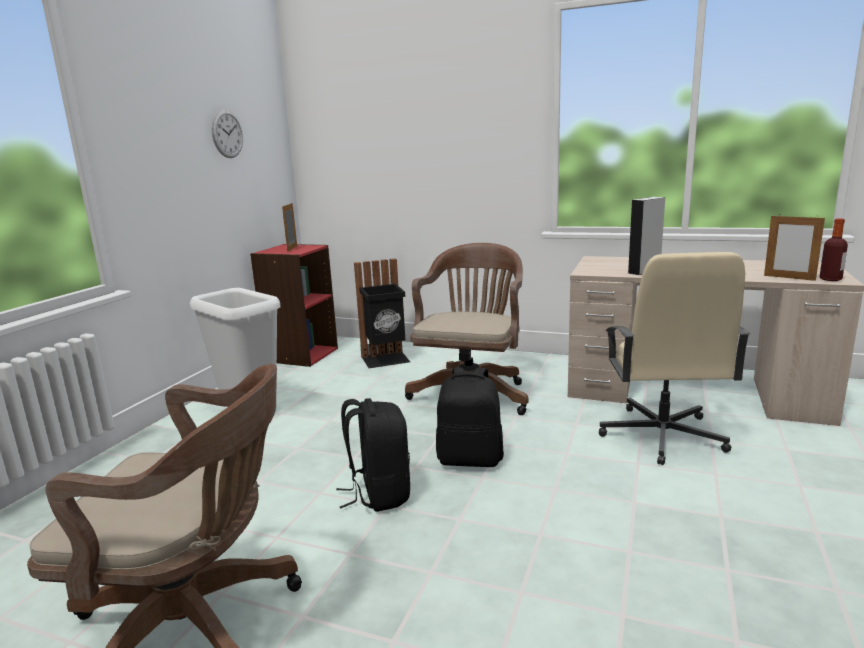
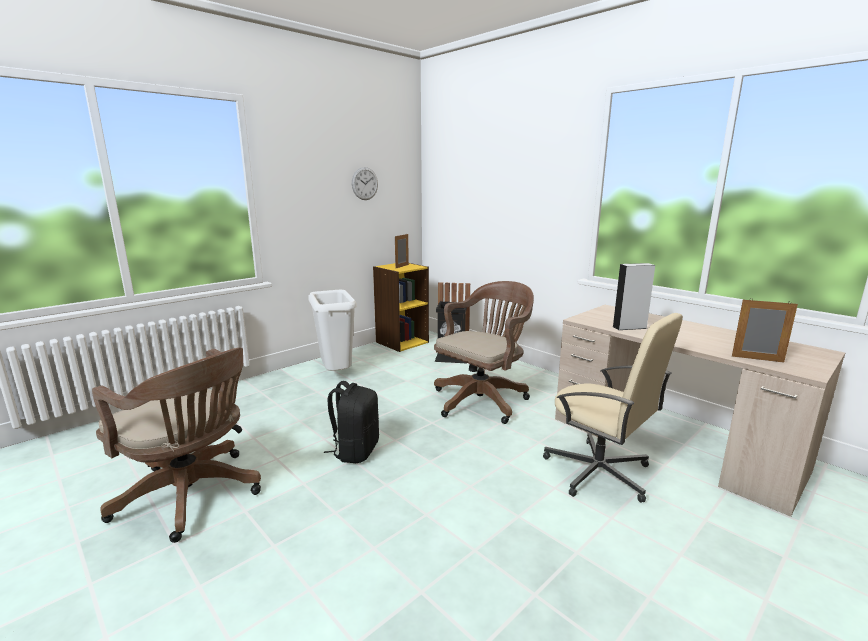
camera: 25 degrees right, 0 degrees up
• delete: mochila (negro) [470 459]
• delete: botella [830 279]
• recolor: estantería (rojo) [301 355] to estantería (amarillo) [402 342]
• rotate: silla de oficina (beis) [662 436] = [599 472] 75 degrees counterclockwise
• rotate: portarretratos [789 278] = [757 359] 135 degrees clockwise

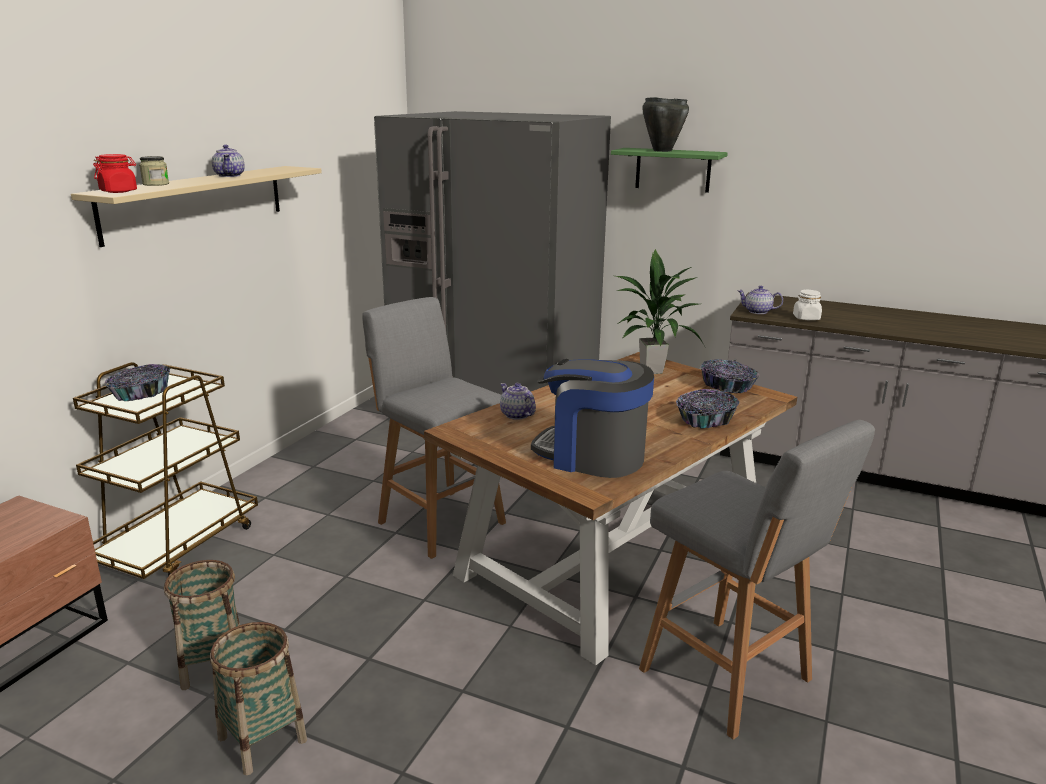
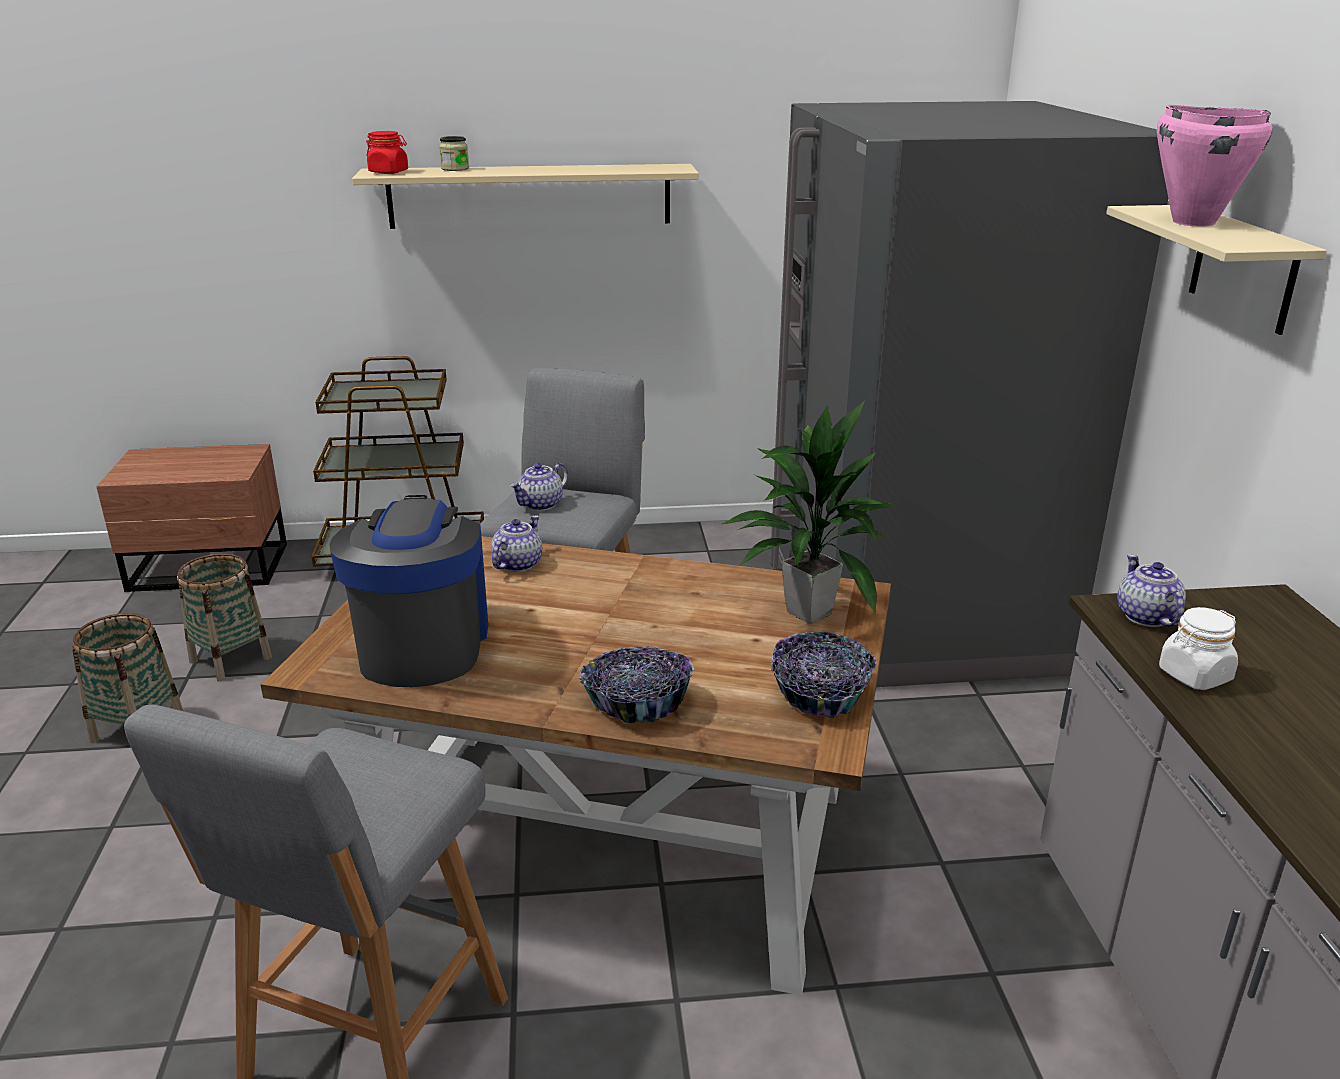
camera: 60 degrees right, 5 degrees up
• delete: cuenco [141 393]
• move: tetera [230 176] to [541 504]
• recolor: estante (verde) [673 170] to estante (beis) [1243 269]
• recolor: olla (negro) [661 150] to olla (rosa) [1192 222]

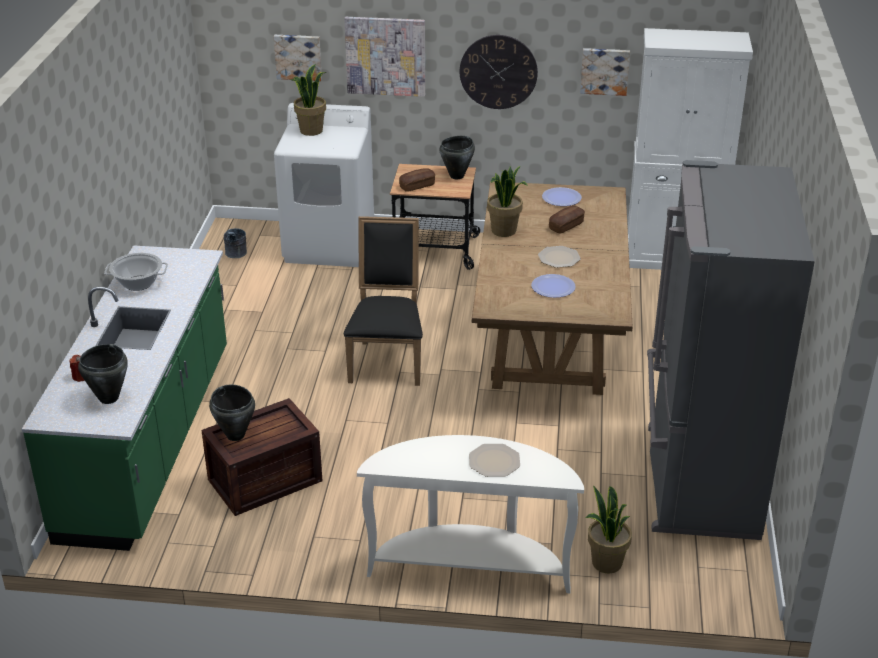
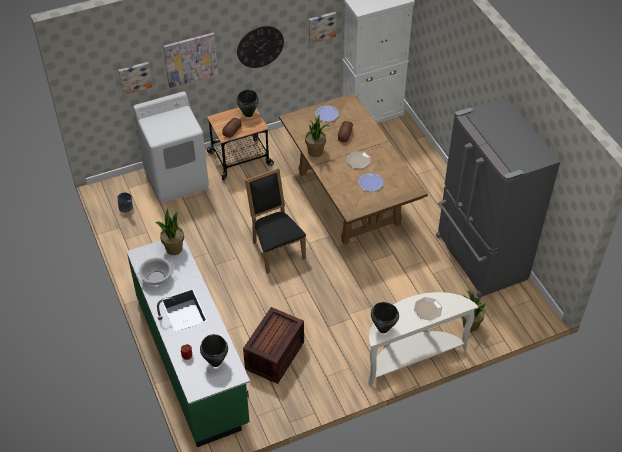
camera: 30 degrees left, 15 degrees up
• move: olla (negro) [235 435] to [383 328]
• move: planta en maceta [311 130] to [173 248]

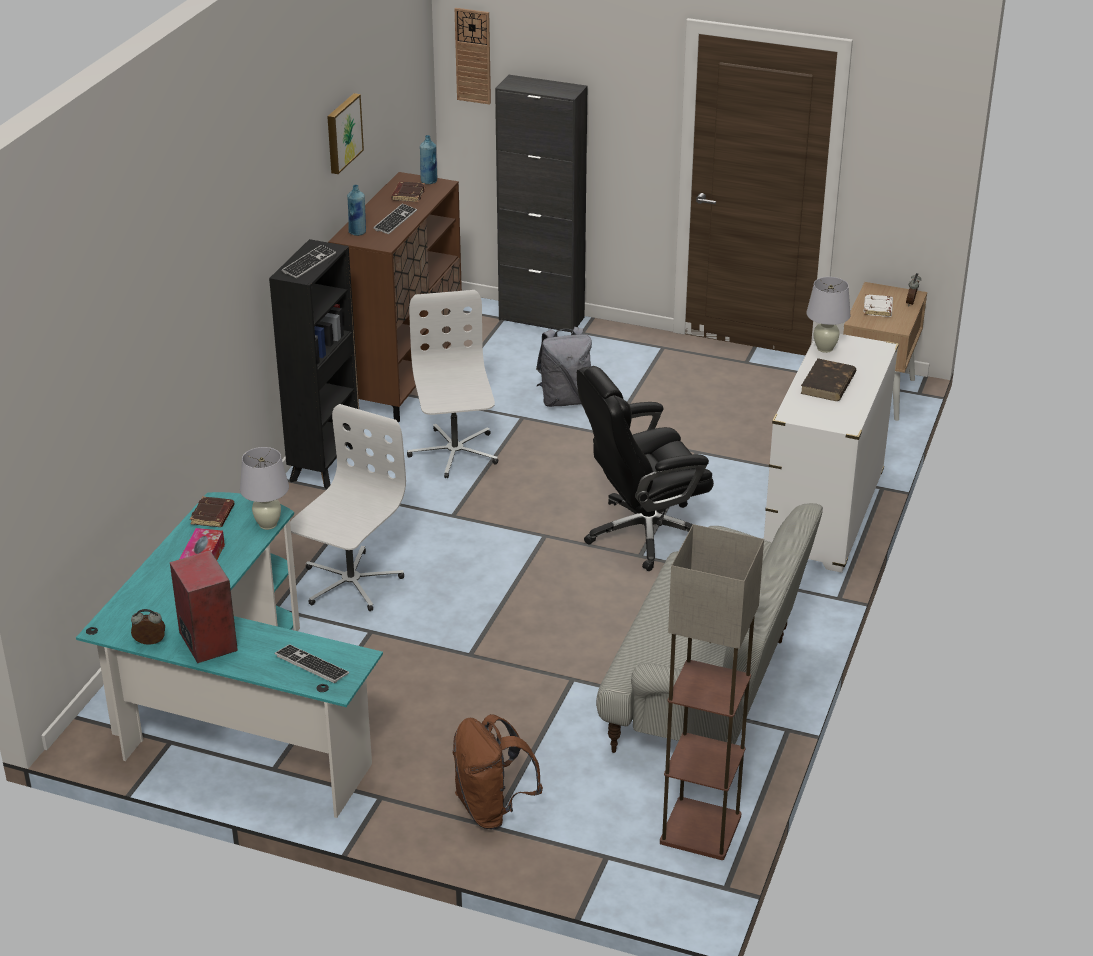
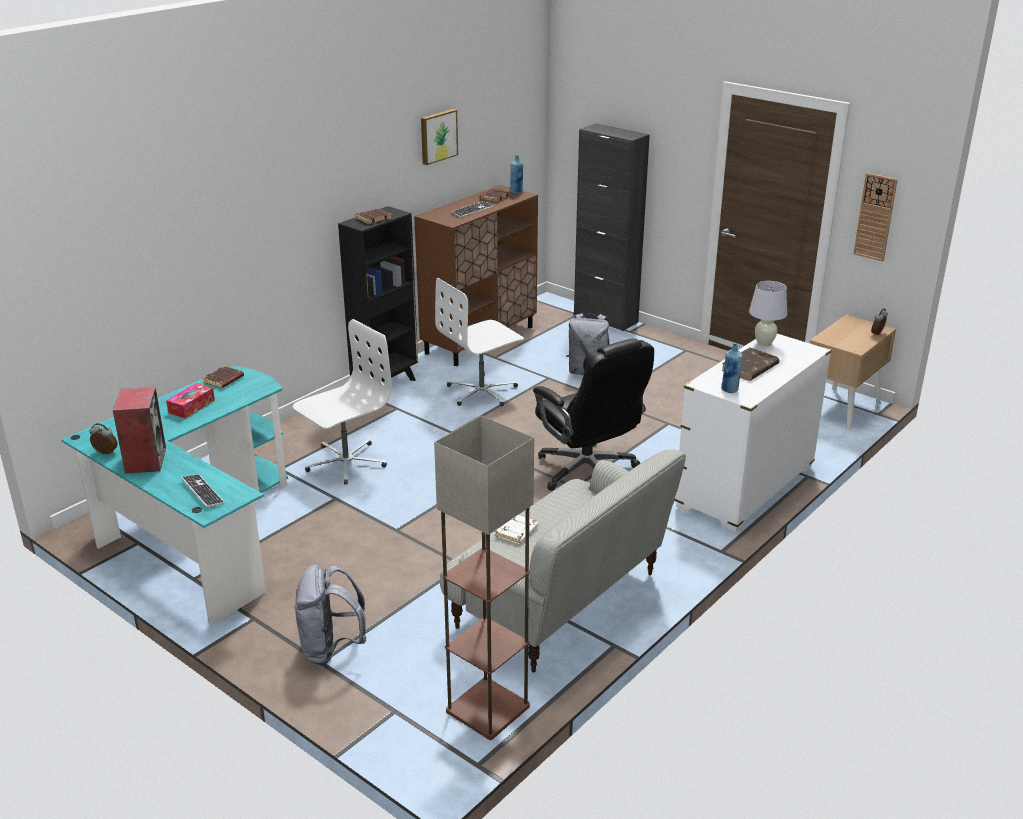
camera: 20 degrees right, 5 degrees down
• delete: lámpara de mesa (blanco) [268 524]
• move: botella (azul) [357 232] to [730 390]
• move: reloj de pared [473 56] to [875 217]
• move: libro (blanco) [878 309] to [517 532]
• replace: teclado [309 263] to libro (marrón) [373 218]
• recolor: mochila (marrón) [492 809] to mochila (gris) [331 649]
• rotate: silla de oficina (blanco) [454 452] = [482 392] 135 degrees counterclockwise
• rotate: silla de oficina (negro) [643 533] = [588 472] 120 degrees counterclockwise

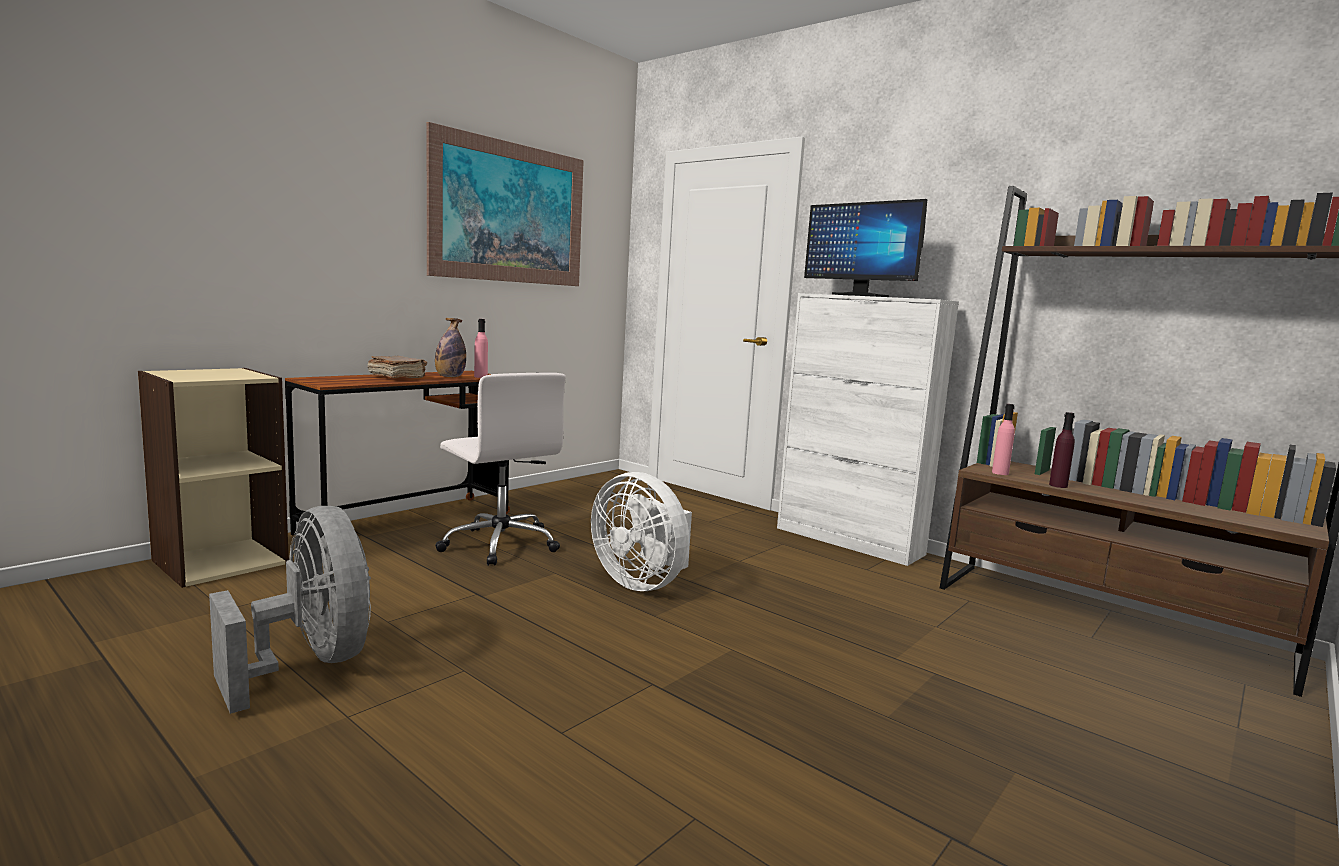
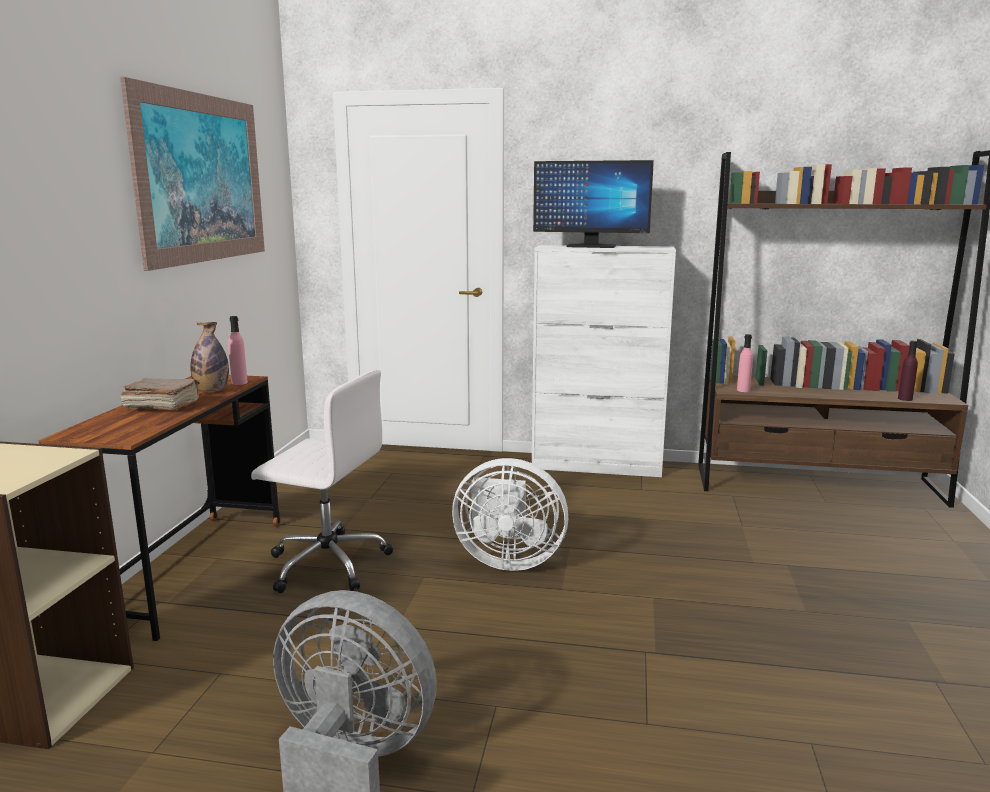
camera: 30 degrees left, 5 degrees up
• move: botella (morado) [1058 485] to [905 399]

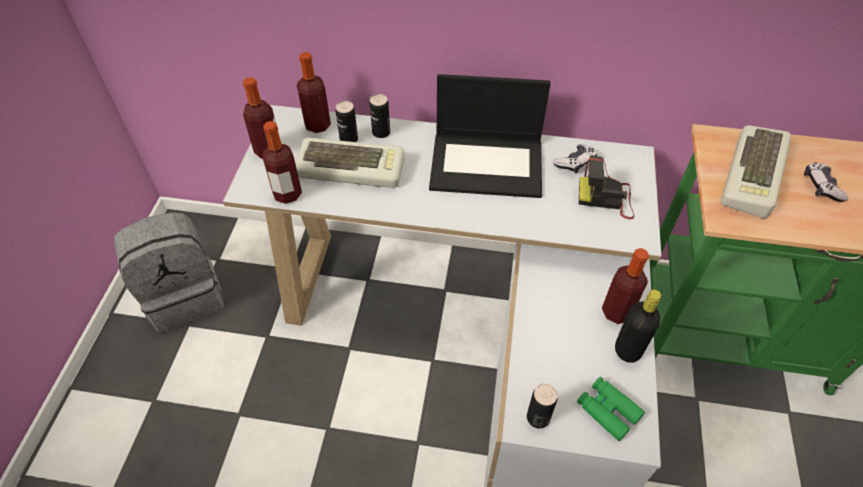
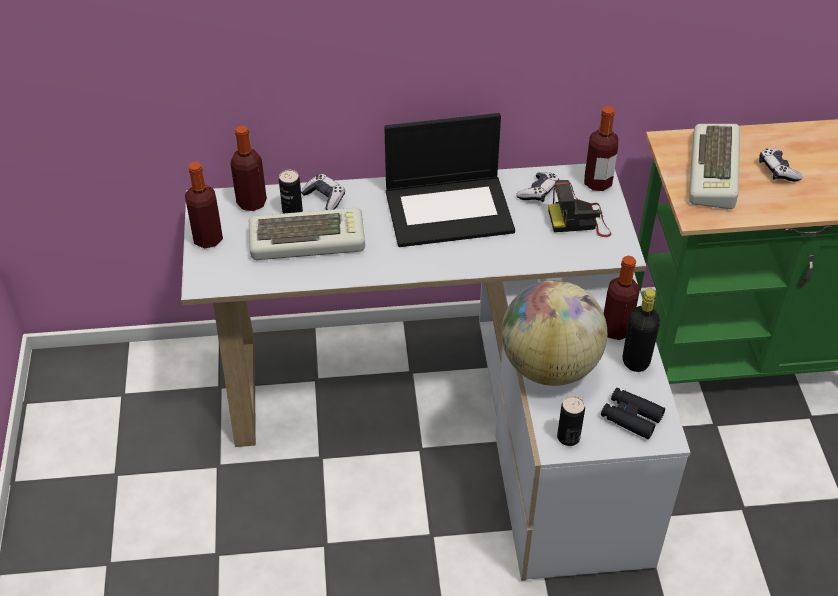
camera: 15 degrees left, 5 degrees down
• delete: mochila (gris) [185 296]
• insert: globo terráqueo [549 366]
• move: botella [287 194] to [597 183]
• replace: lata [381 132] to mando de consola [324 198]
• recolor: prismáticos (verde) [608 410] to prismáticos (negro) [631 417]

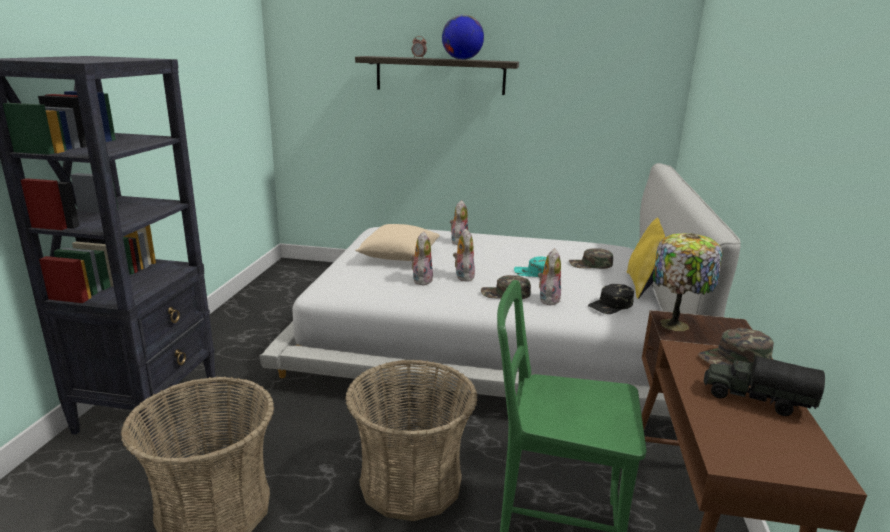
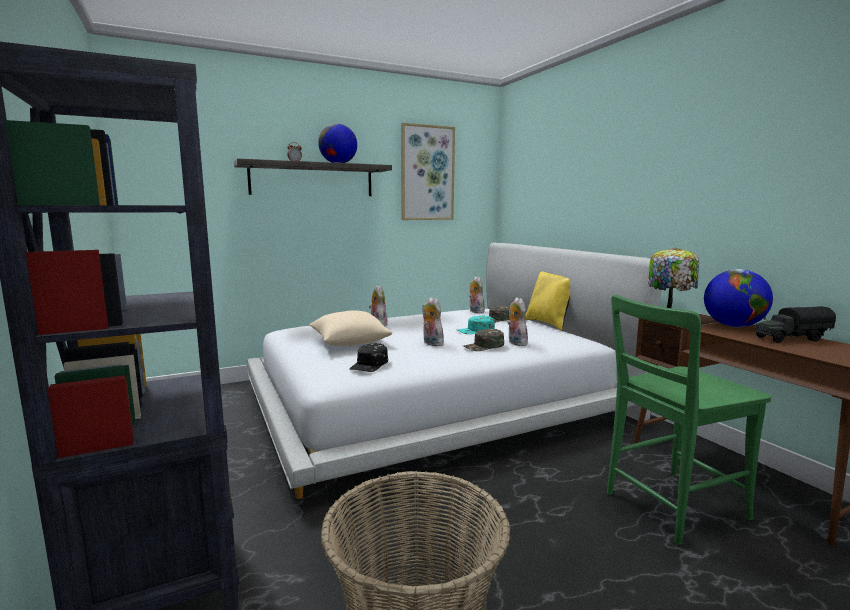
camera: 35 degrees left, 10 degrees down
• delete: cesta [411 482]
• insert: cuadro [427 173]
• move: peluche [421 280] to [475 311]
• move: gorra (negro) [611 305] to [370 364]
• replace: gorra (verde) [735 359] to globo terráqueo [733 326]

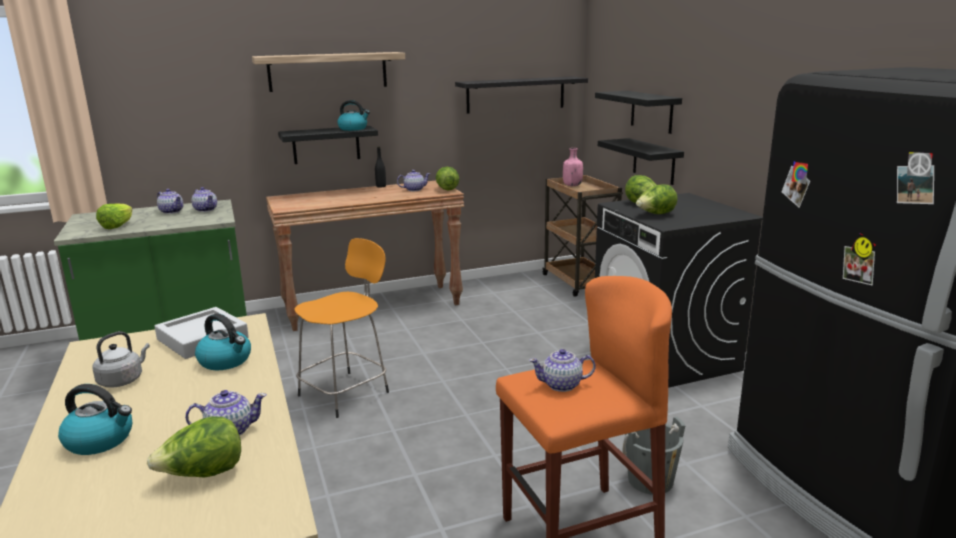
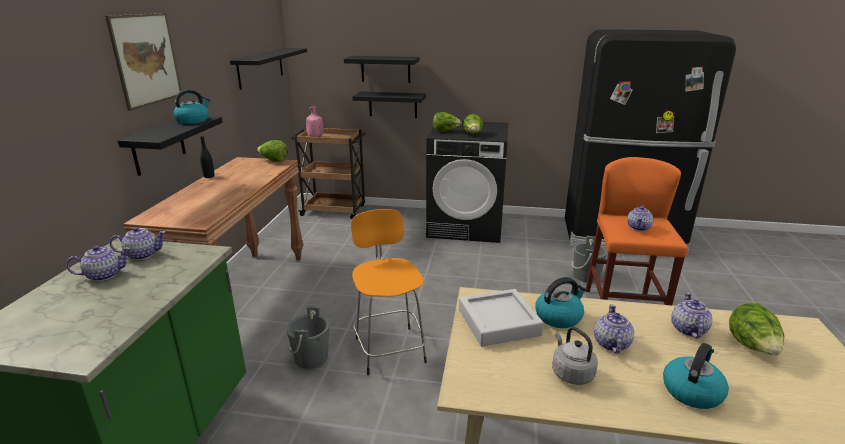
camera: 60 degrees left, 5 degrees up
• delete: lechuga [117 226]
• insert: cubo (gris) [311 358]
• move: tetera [414 189] to [611 344]
• replace: estante [328 71] to cuadro [146 59]

